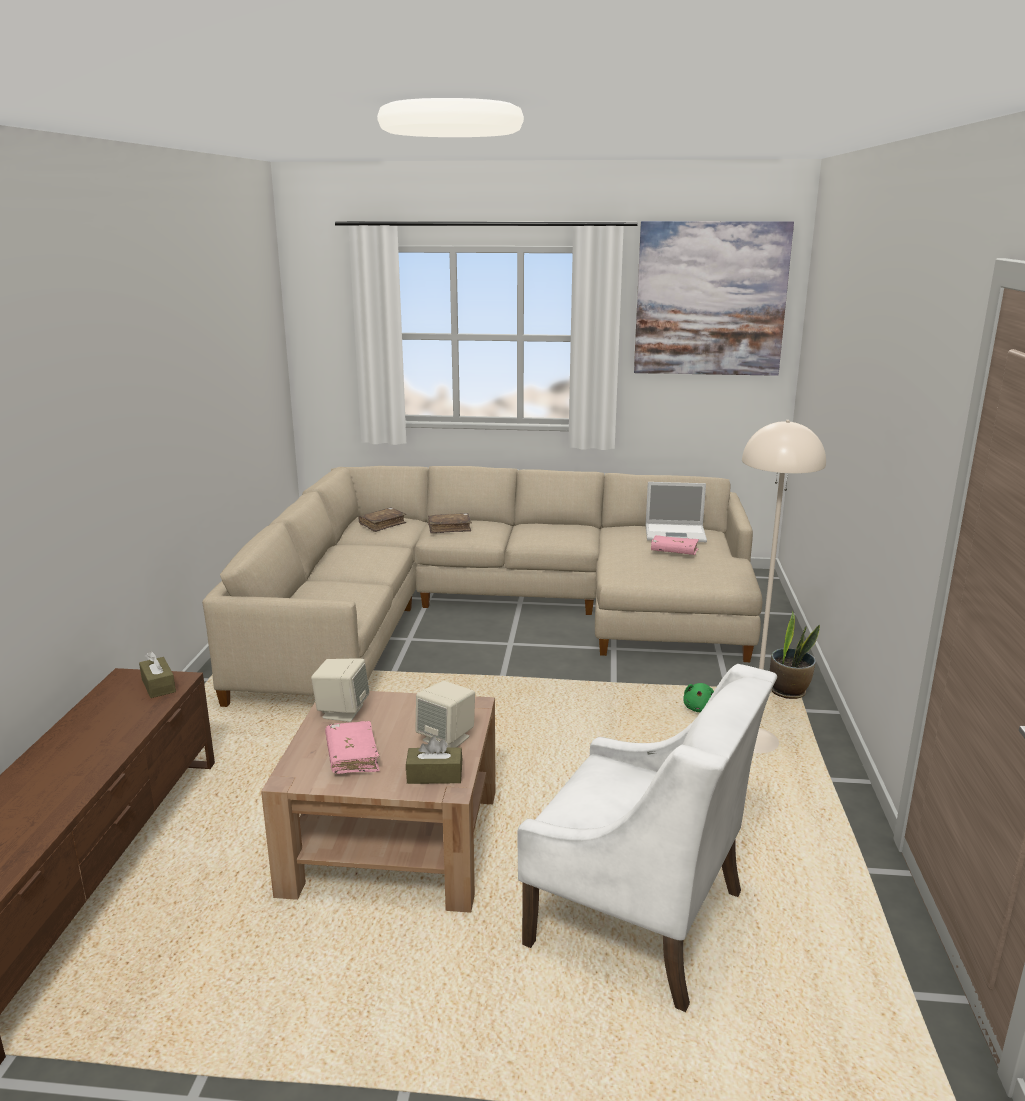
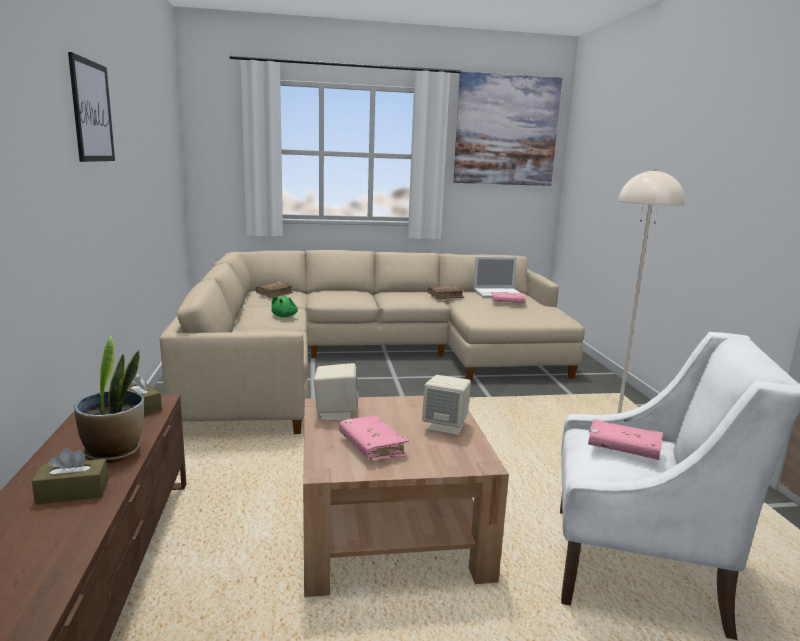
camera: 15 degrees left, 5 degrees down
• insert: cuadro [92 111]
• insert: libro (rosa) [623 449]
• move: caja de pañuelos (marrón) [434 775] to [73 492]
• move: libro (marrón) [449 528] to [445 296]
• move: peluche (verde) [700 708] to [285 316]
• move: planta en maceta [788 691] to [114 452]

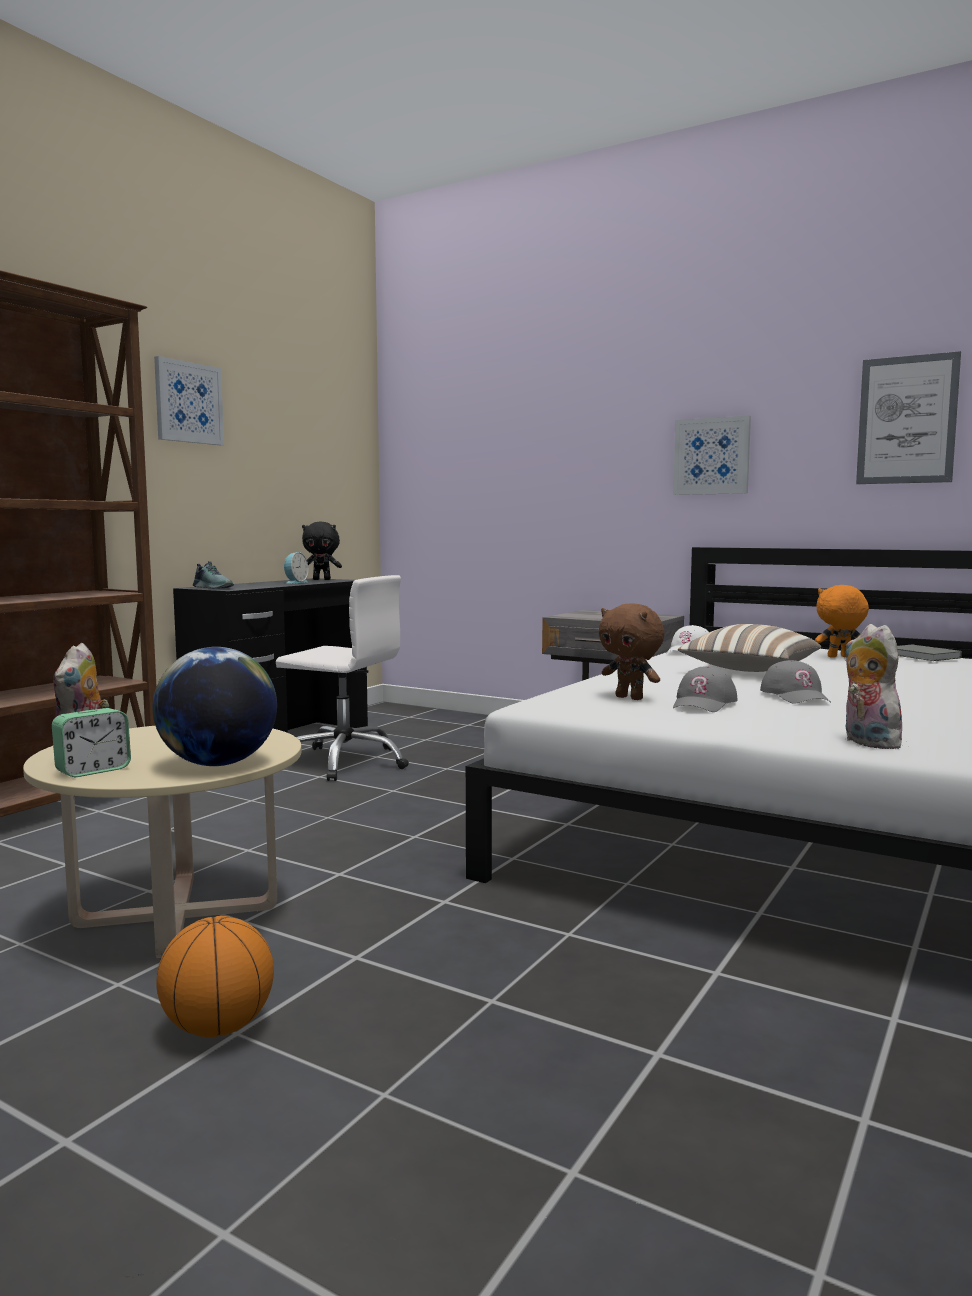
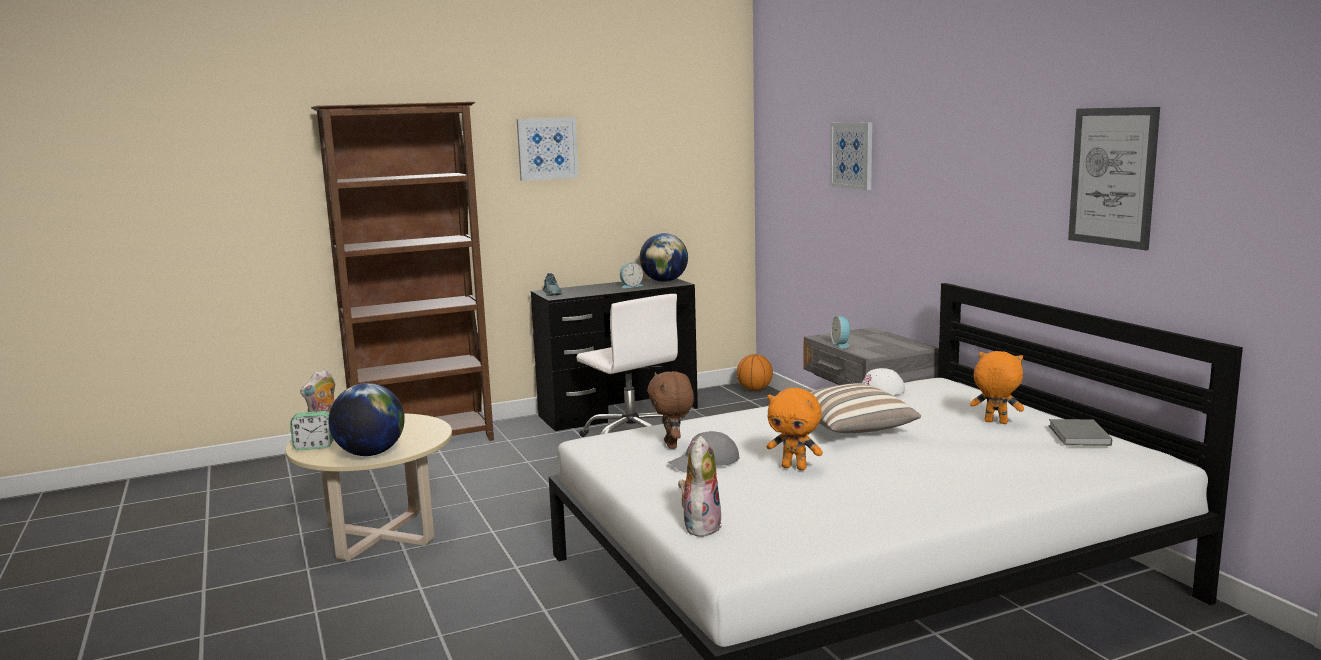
camera: 35 degrees right, 5 degrees up
• insert: despertador [841 344]
• move: balón de baloncesto [218 1028] to [754 389]
• move: cuadro [711 456] to [852 155]
• replace: peluche (negro) [322 579] to globo terráqueo [664 281]
• replace: gorra (gris) [796 696] to peluche (naranja) [795 467]

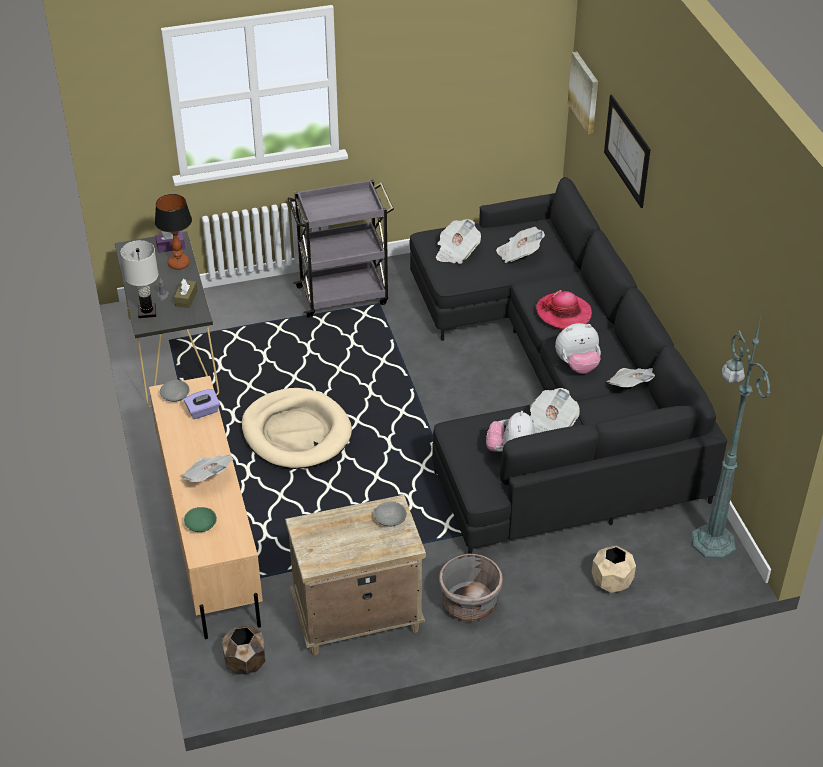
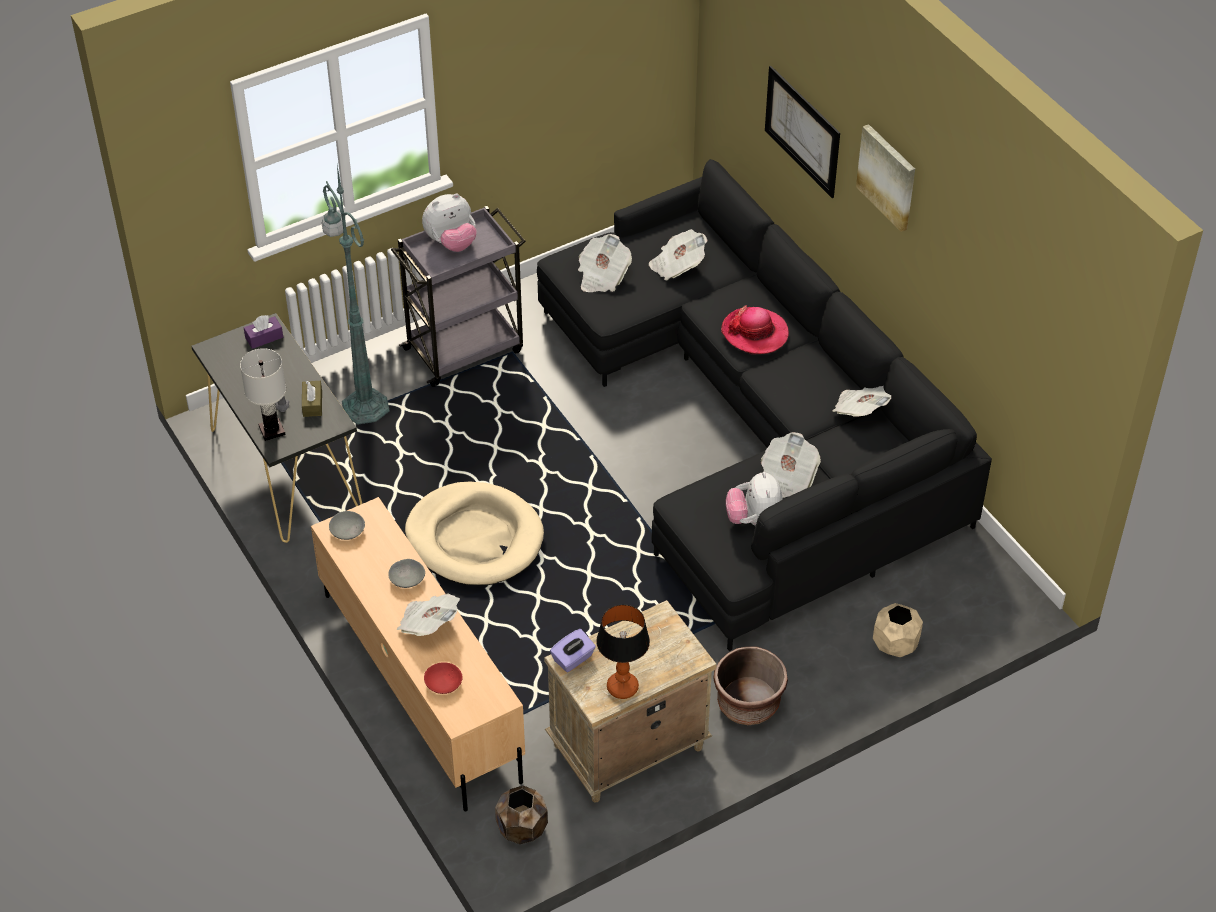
camera: 15 degrees left, 5 degrees up
• move: lámpara de mesa [178 264] to [622 688]
• move: caja de pañuelos (morado) [203 411] to [573 659]
• move: cuenco (gris) [390 518] to [407 578]
• move: peluche [577 365] to [451 243]
• move: cuadro [585 92] to [887 176]
• move: lámpara de pie (verde) [712 540] to [364 405]
• recolor: cuenco (verde) [201 524] to cuenco (rojo) [444 683]
• recolor: maceta (gris) [469 604] to maceta (marrón) [748 704]

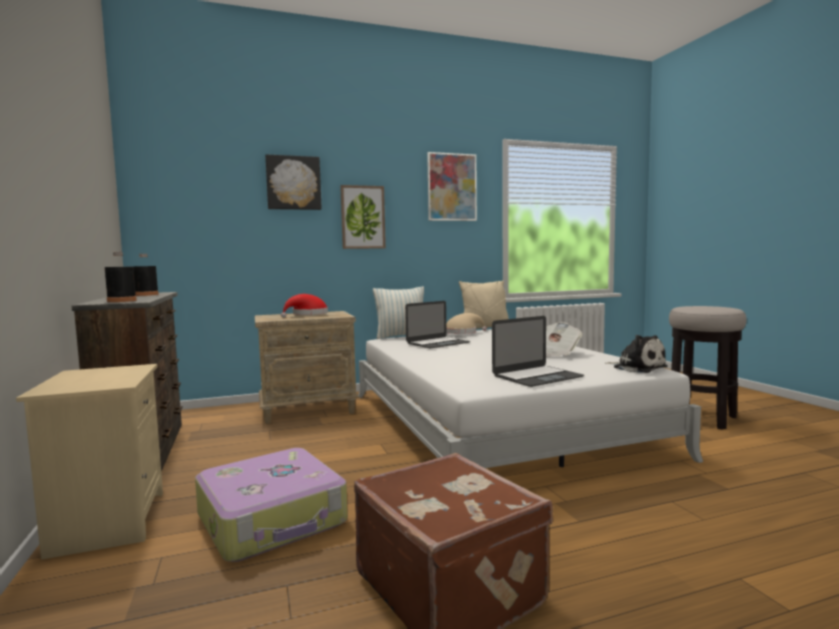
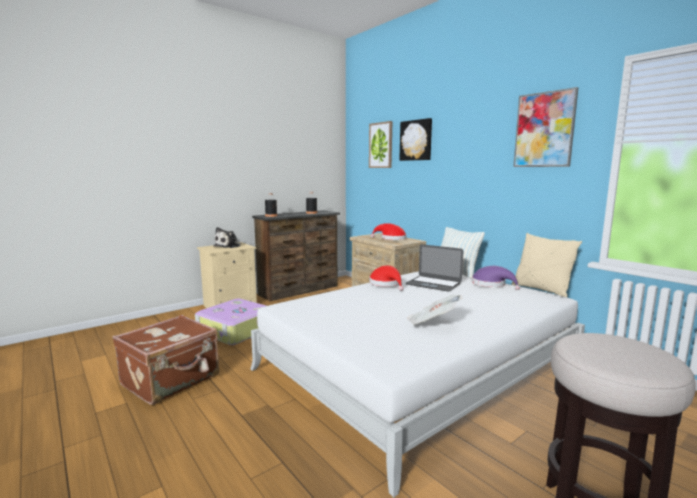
camera: 70 degrees right, 5 degrees up
• delete: portátil [537 376]
• insert: sombrero (rojo) [386 284]
• move: cuadro [363 217] to [381 145]
• move: peluche [637 368] to [228 246]
• recolor: sombrero (beis) [462 332] to sombrero (morado) [491 284]

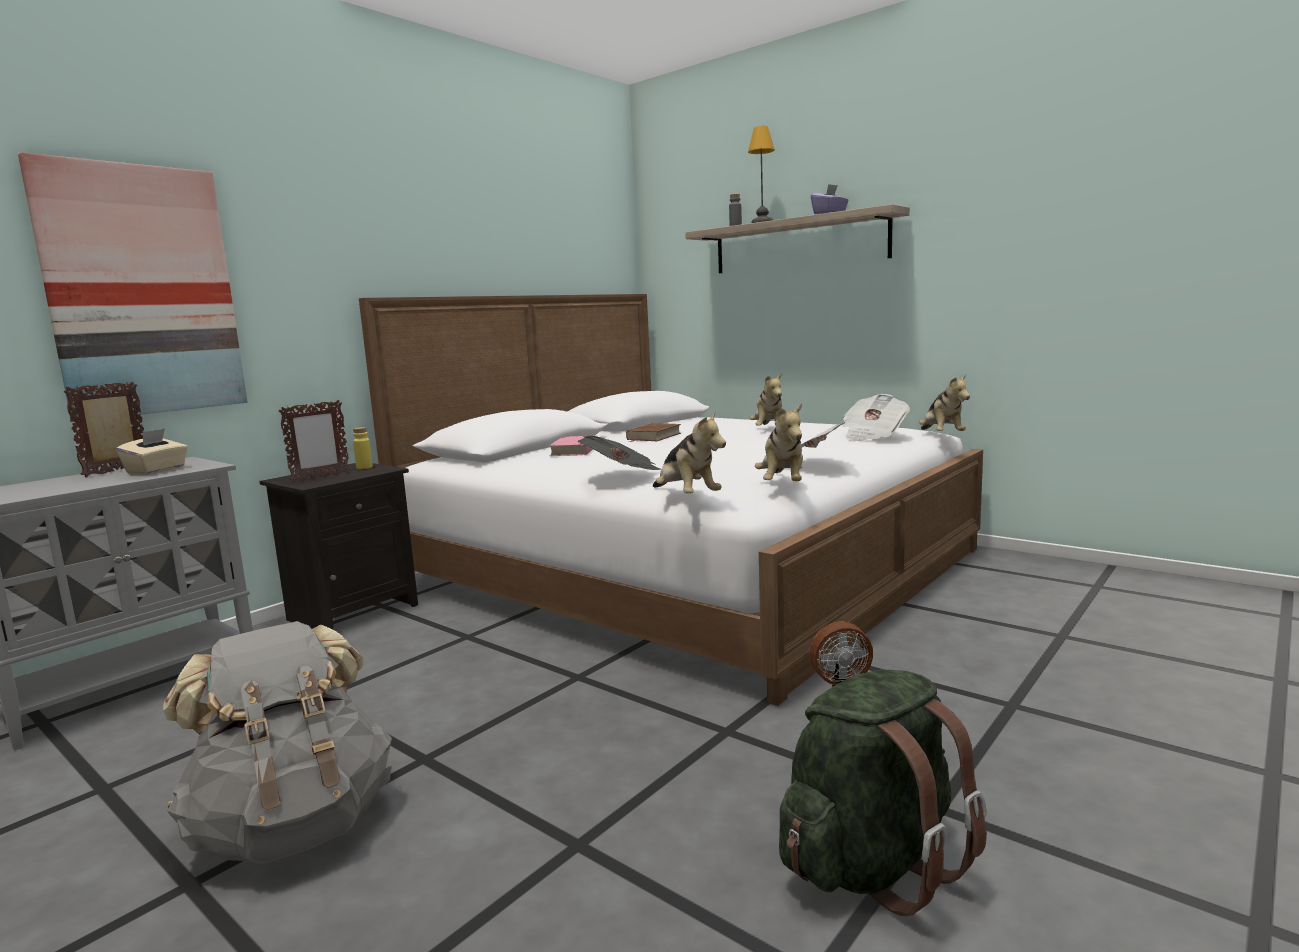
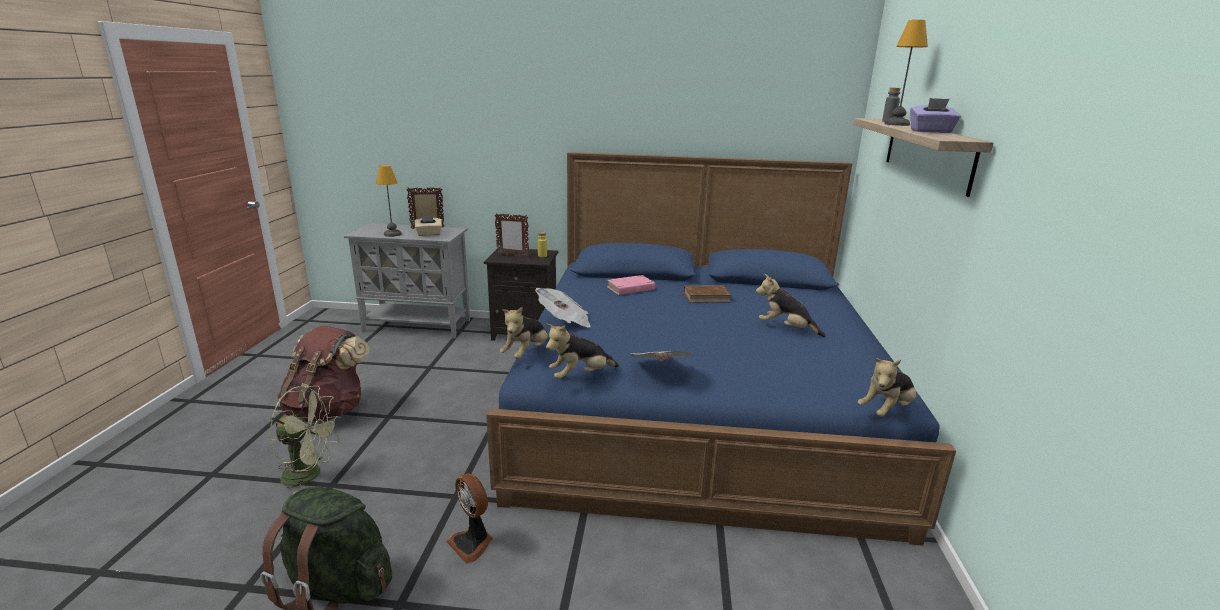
camera: 55 degrees right, 10 degrees up
• delete: cuadro [142 291]
• delete: periódico [872 436]
• insert: ventilador (verde) [310 475]
• insert: lámpara de mesa [393 234]
• recolor: mochila (gris) [295 825] to mochila (marrón) [328 411]
• recolor: cama (blanco) [688 566] to cama (azul) [696 403]
• rotate: peluche [769 430] = [786 329] 60 degrees clockwise

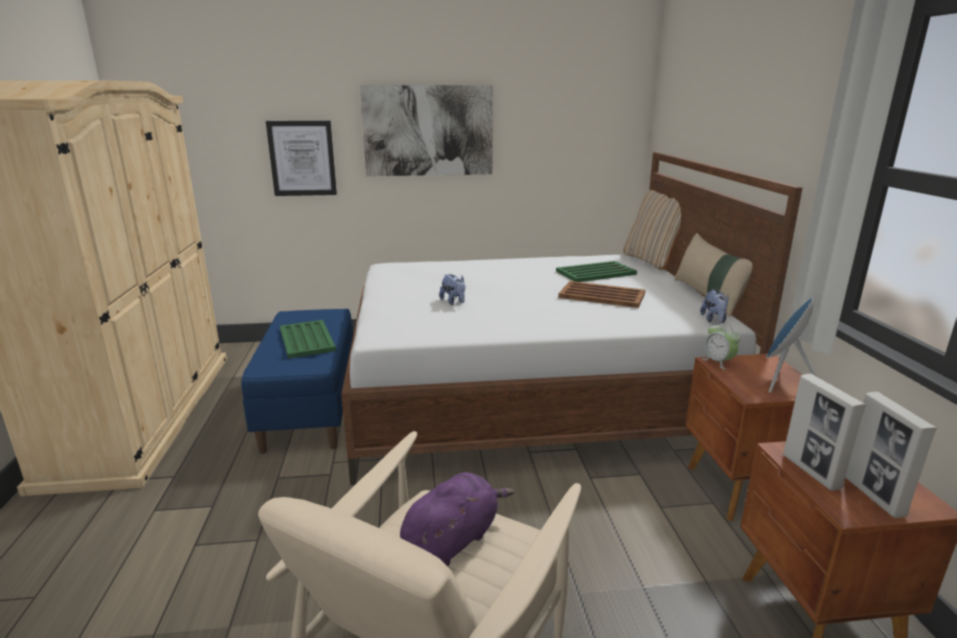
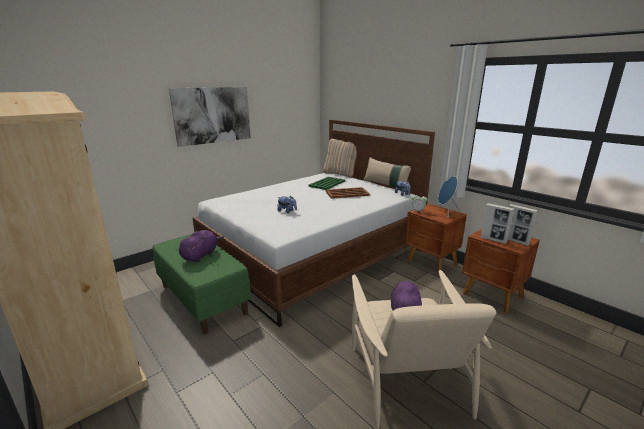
camera: 35 degrees left, 0 degrees up
• delete: cuadro [302 158]
• replace: bandeja (verde) [307 339] to peluche (morado) [201 255]
• recolor: banco (azul) [311 408] to banco (verde) [203 299]

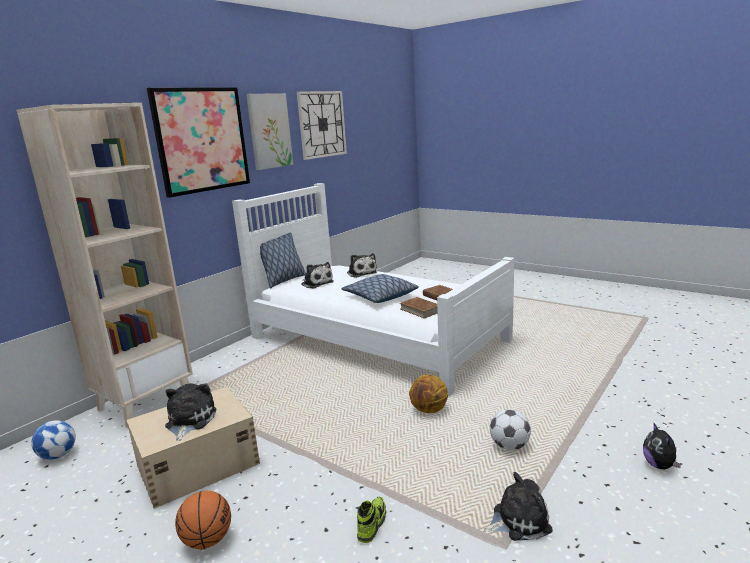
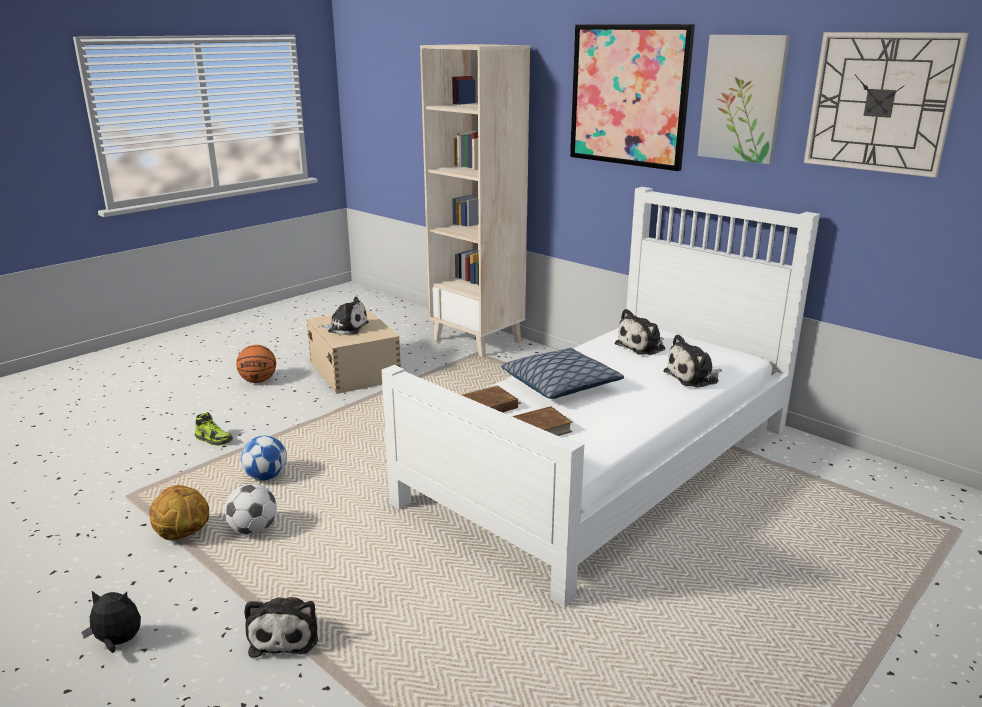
camera: 95 degrees right, 5 degrees up
• delete: cojín [283 281]
• move: balón de fútbol [58 455] to [266 477]
• move: balón de baloncesto [429 410] to [182 535]
• move: peluche [518 520] to [285 634]

